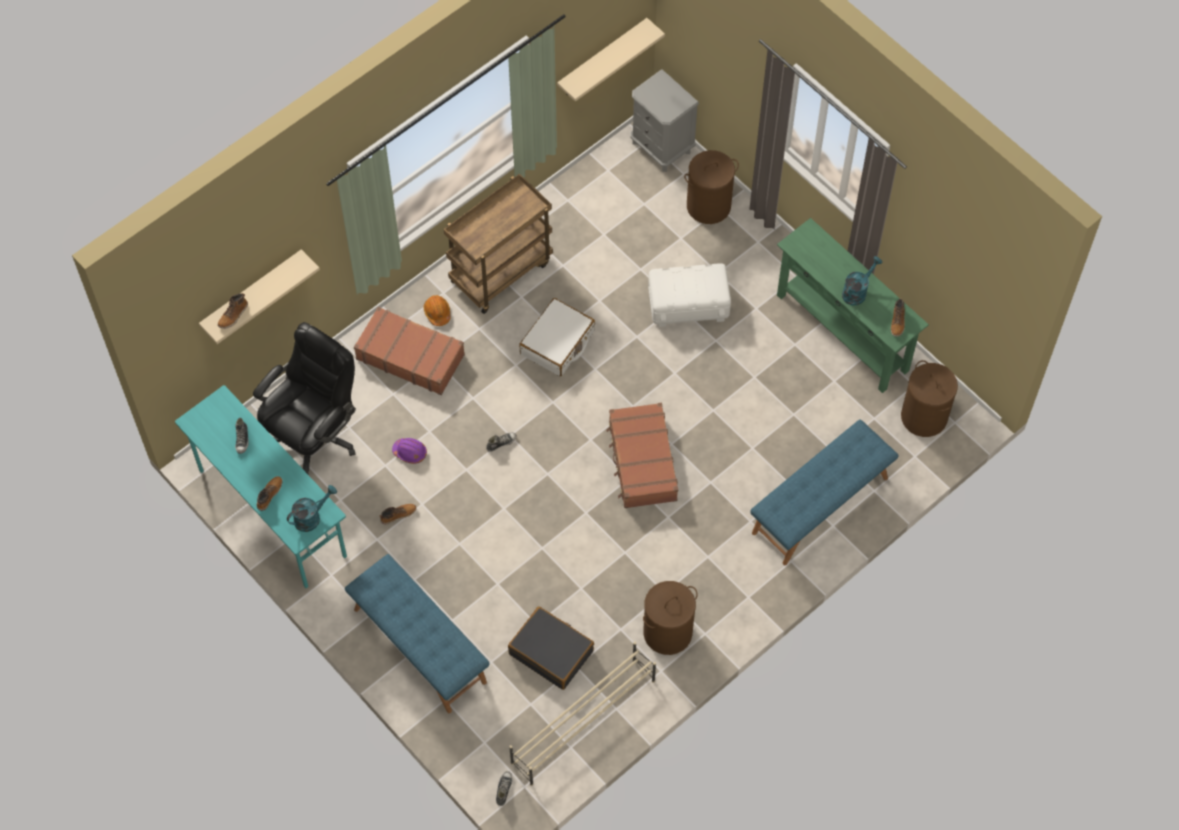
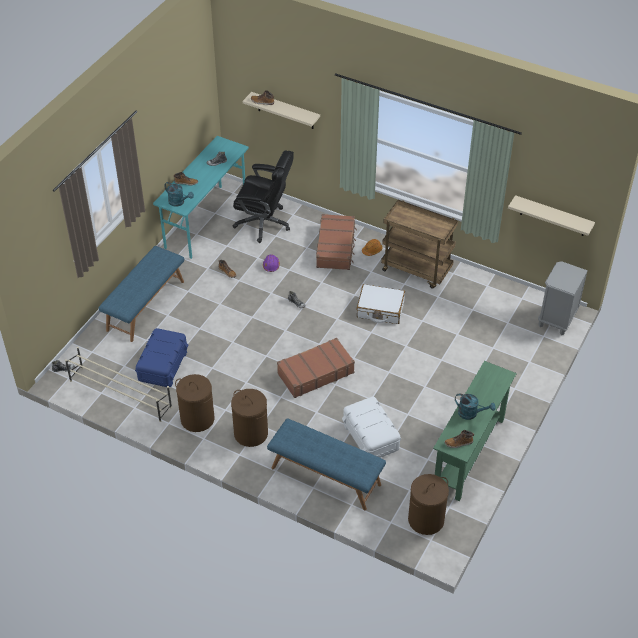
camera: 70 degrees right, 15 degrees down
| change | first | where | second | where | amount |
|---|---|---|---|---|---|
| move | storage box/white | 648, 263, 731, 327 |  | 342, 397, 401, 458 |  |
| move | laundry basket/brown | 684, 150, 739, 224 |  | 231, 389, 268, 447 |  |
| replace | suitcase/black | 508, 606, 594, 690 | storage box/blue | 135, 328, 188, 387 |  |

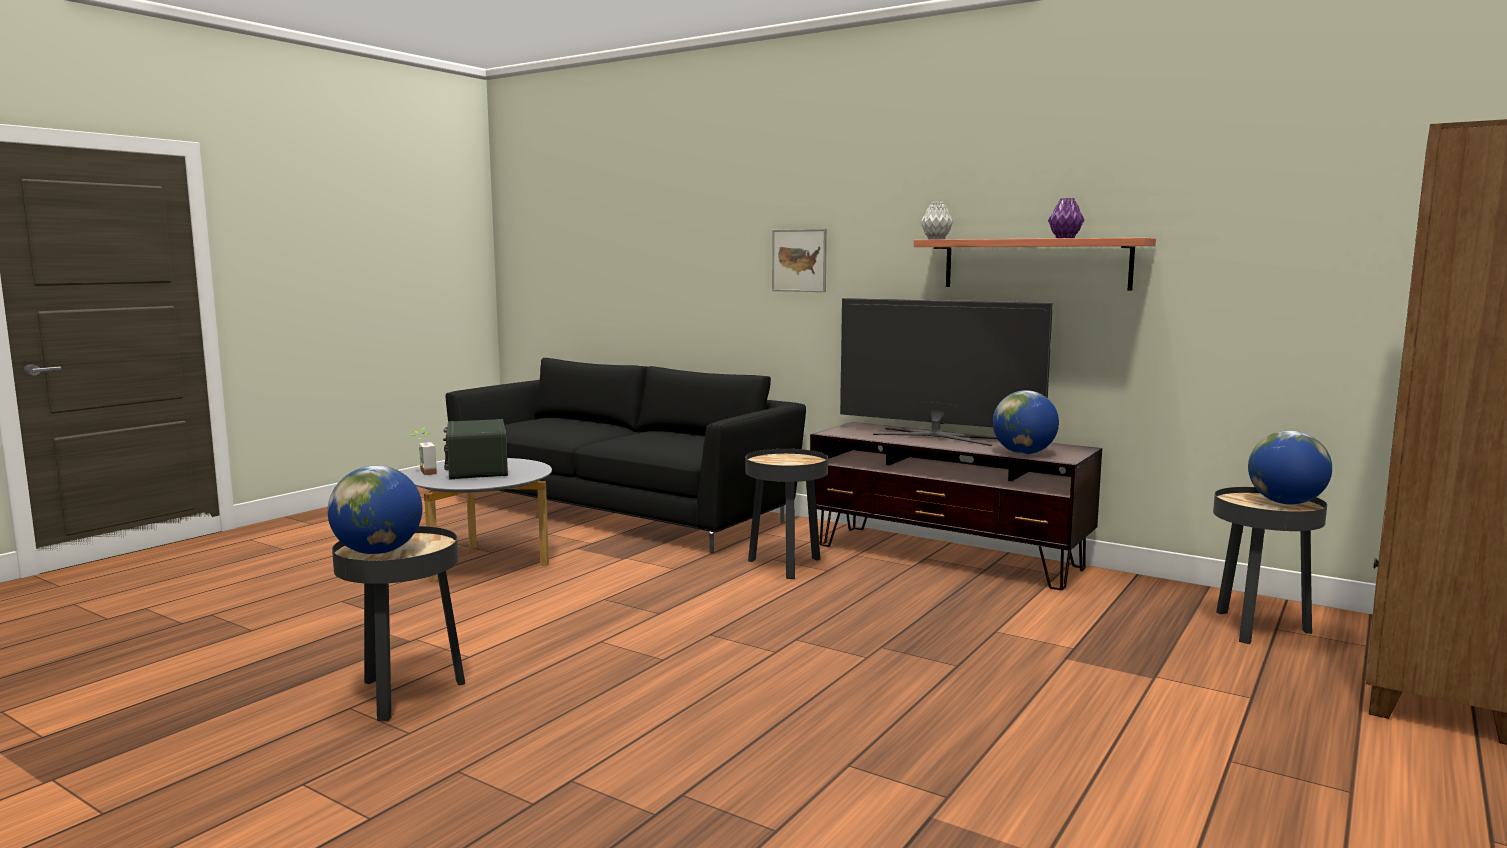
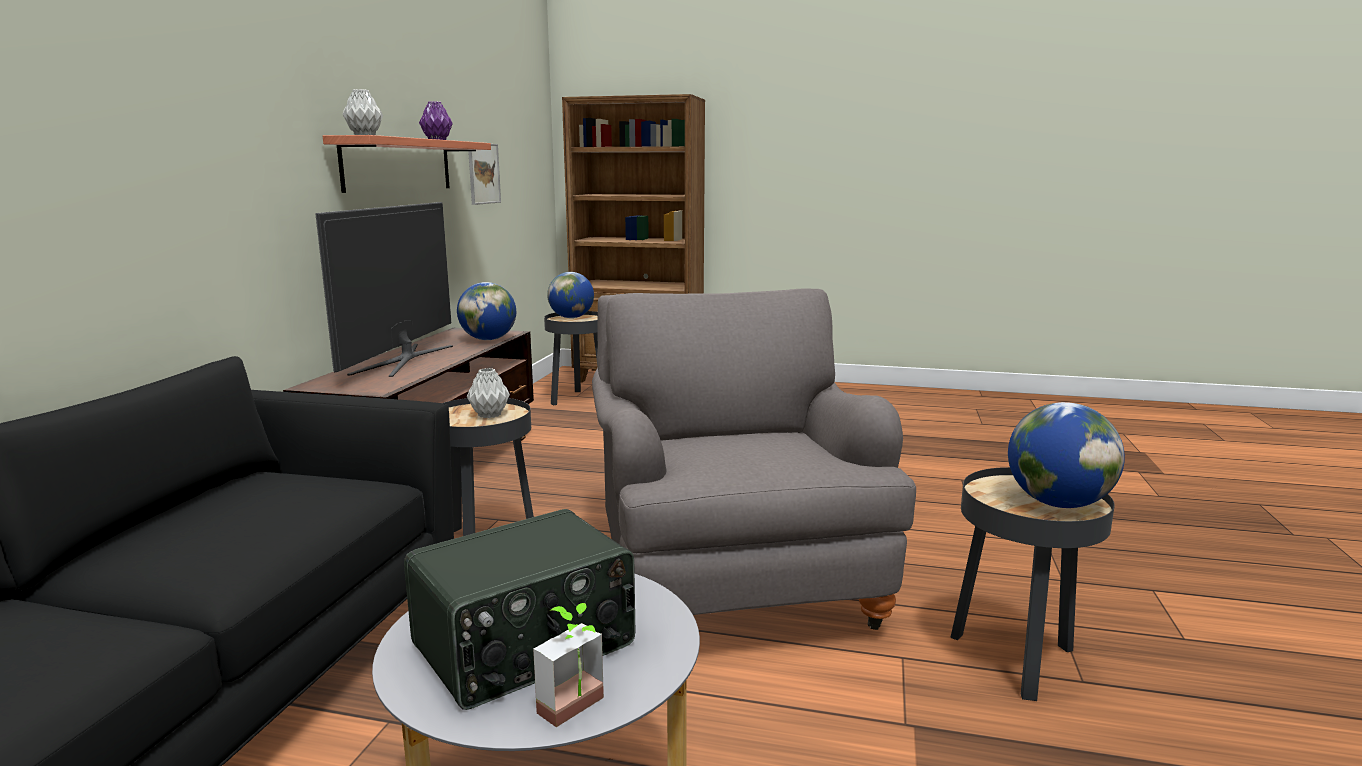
camera: 110 degrees left, 5 degrees up
| change | first | where | second | where | amount |
|---|---|---|---|---|---|
| insert |  |  | vase/grey | 467, 368, 510, 418 |  |
| insert |  |  | armchair/grey | 592, 289, 916, 630 |  |
| move | picture | 772, 229, 827, 292 |  | 468, 144, 501, 205 |  |

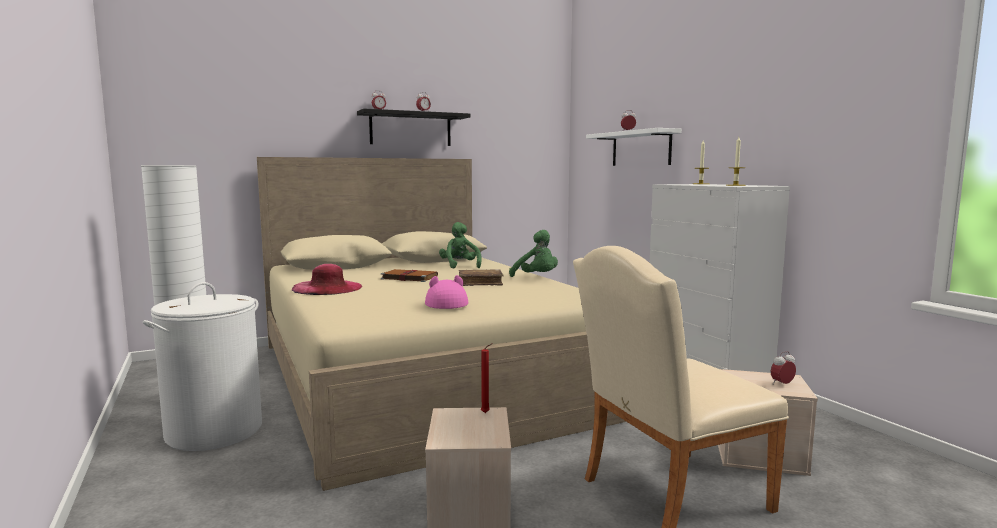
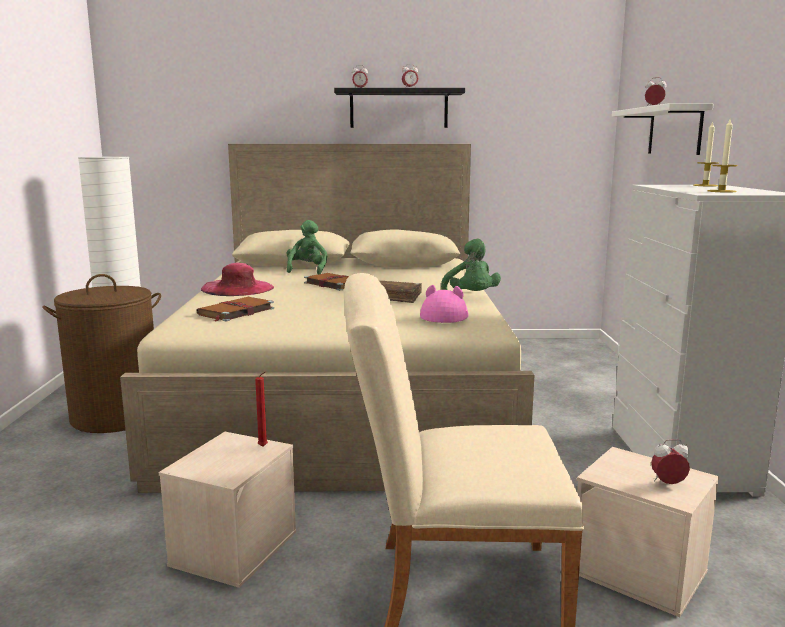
camera: 25 degrees right, 5 degrees up
| change | first | where | second | where | amount |
|---|---|---|---|---|---|
| insert |  |  | book/brown | 196, 297, 274, 322 |  |
| move | hat/pink | 425, 275, 468, 309 |  | 420, 285, 468, 323 |  |
| move | plush toy/green | 439, 222, 482, 269 |  | 286, 220, 327, 274 |  |
| recolor | laundry basket/white | 143, 282, 262, 451 | laundry basket/brown | 42, 274, 161, 433 |  |

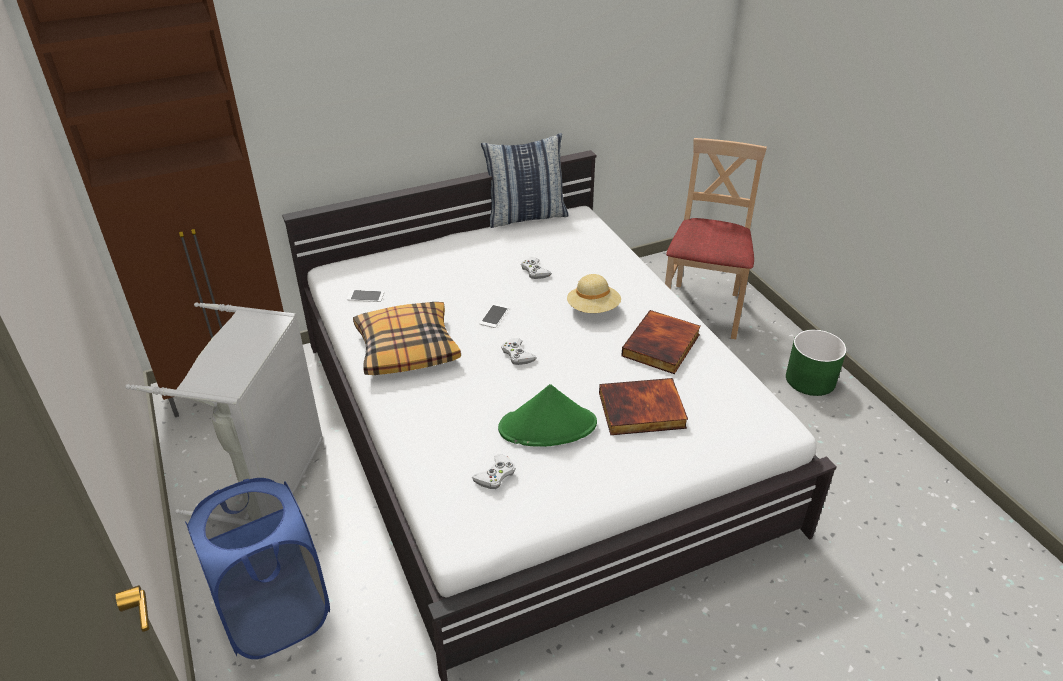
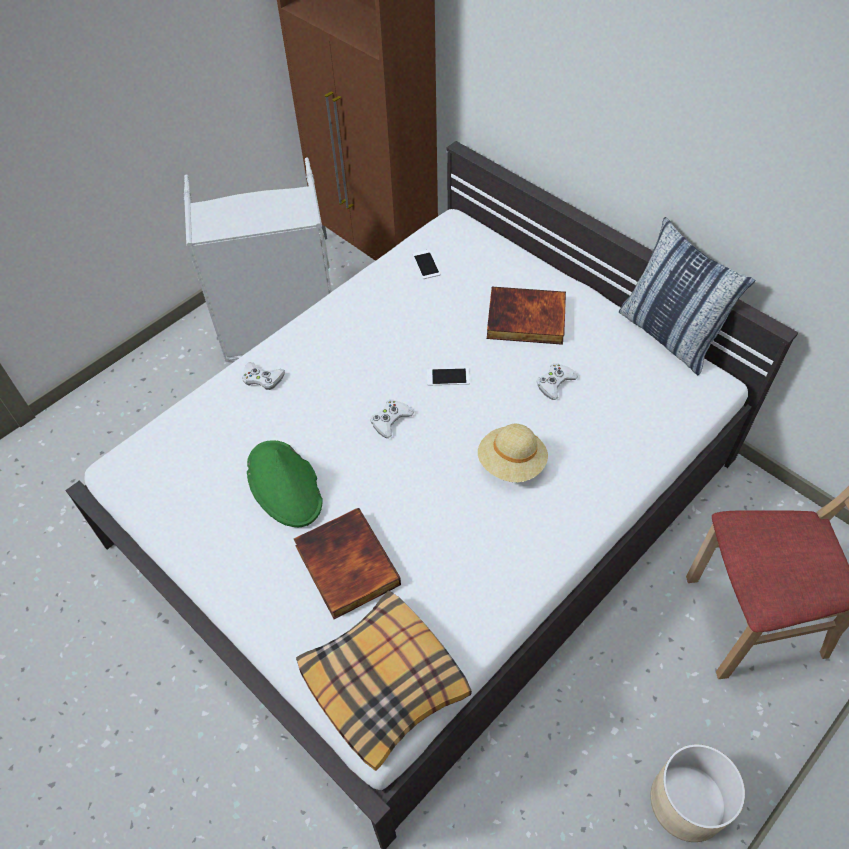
camera: 70 degrees right, 15 degrees up
| change | first | where | second | where | amount |
|---|---|---|---|---|---|
| delete | laundry basket/blue | 185, 478, 330, 659 |  |  |  |
| move | pillow | 353, 302, 461, 375 |  | 296, 591, 472, 771 |  |
| move | game controller/white | 471, 454, 516, 489 |  | 242, 362, 285, 390 |  |
| move | book | 621, 310, 701, 374 |  | 487, 287, 566, 345 |  |
| recolor | planter/green | 786, 330, 847, 396 | planter/beige | 650, 744, 745, 842 |  |

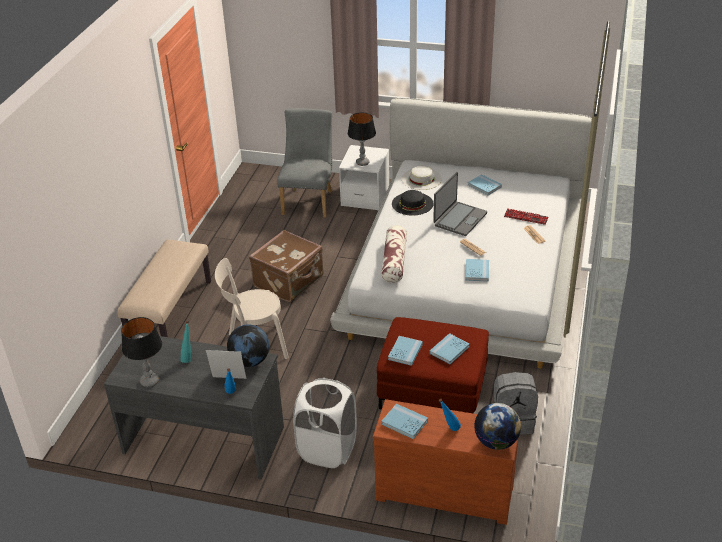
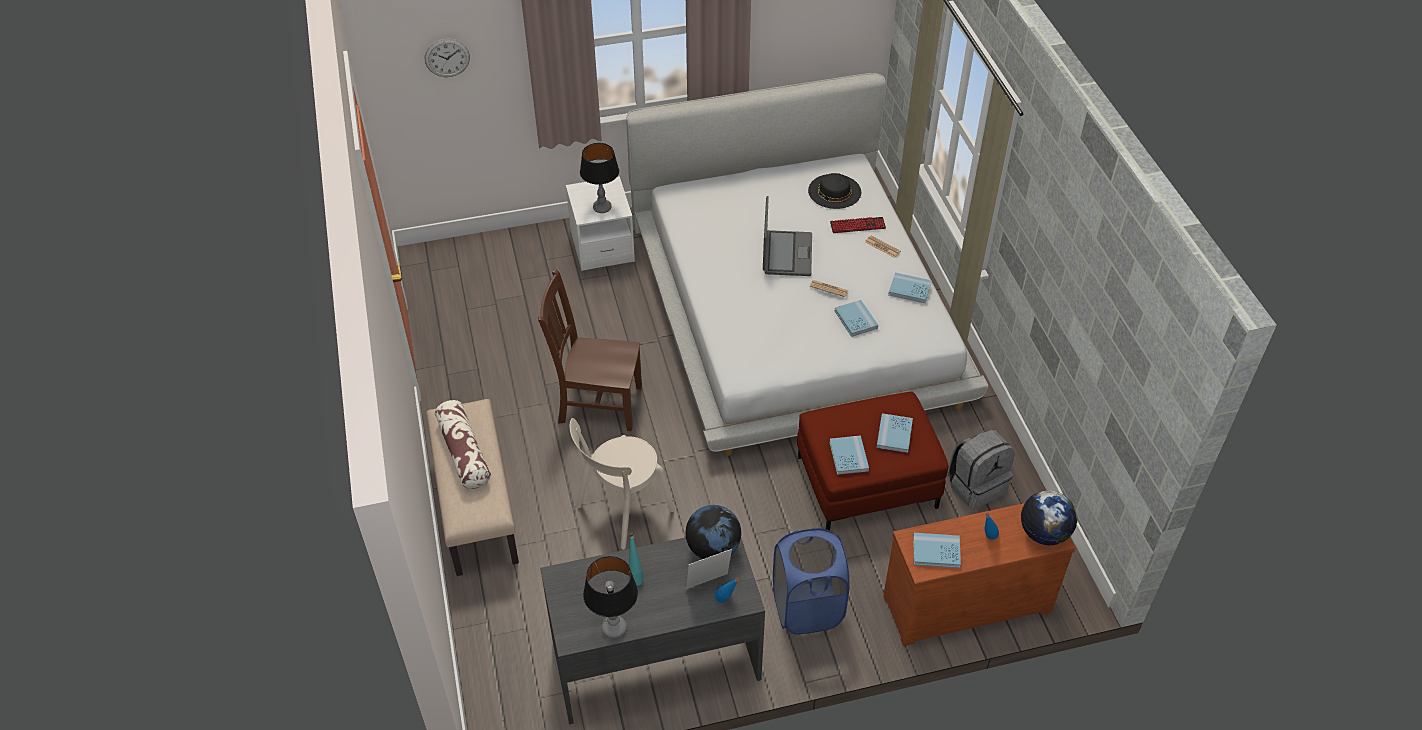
camera: 30 degrees left, 10 degrees up
| change | first | where | second | where | amount |
|---|---|---|---|---|---|
| delete | chair/grey | 277, 108, 333, 218 |  |  |  |
| delete | hat/white | 402, 166, 442, 190 |  |  |  |
| insert |  |  | wall clock | 425, 39, 470, 77 |  |
| move | pillow | 381, 225, 407, 283 |  | 435, 400, 491, 489 |  |
| move | hat/black | 392, 190, 434, 216 |  | 808, 173, 861, 209 |  |
| move | book/blue | 468, 174, 502, 195 |  | 888, 273, 932, 303 |  |
| replace | suitcase/brown | 249, 230, 324, 302 | chair/brown | 538, 269, 642, 431 |  |
| recolor | laundry basket/white | 293, 378, 357, 468 | laundry basket/blue | 773, 528, 850, 635 |  |

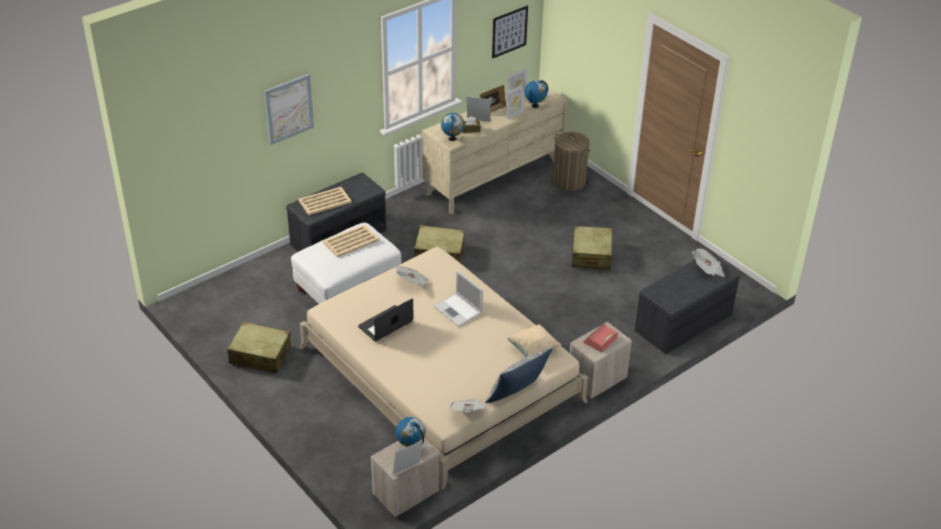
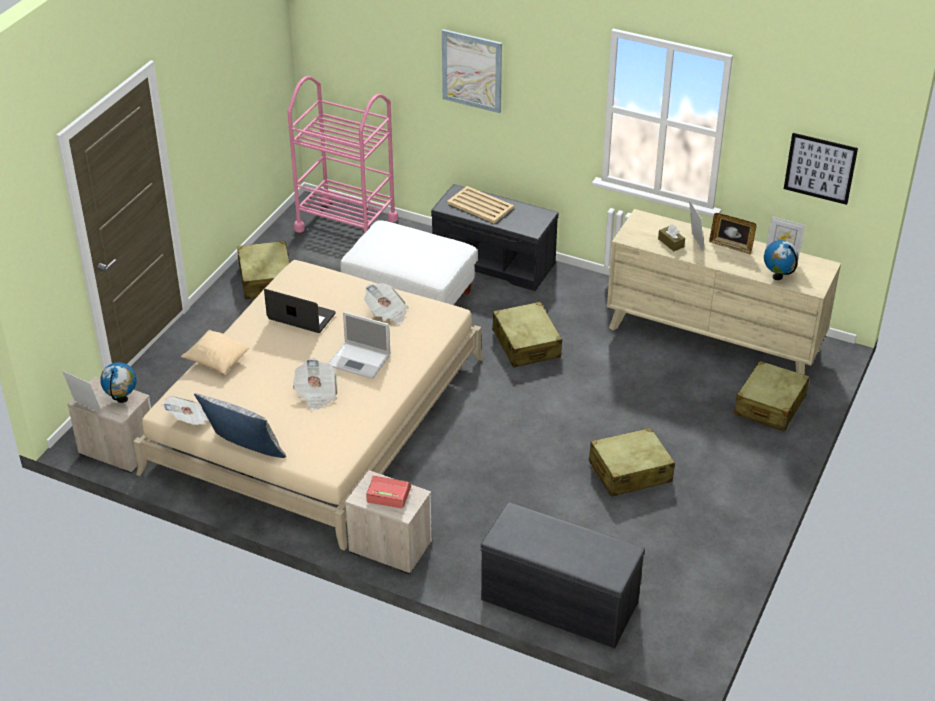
camera: 65 degrees right, 0 degrees up
| change | first | where | second | where | amount |
|---|---|---|---|---|---|
| delete | tray/beige | 323, 224, 379, 257 |  |  |  |
| delete | globe | 441, 113, 465, 141 |  |  |  |
| delete | picture frame | 505, 84, 525, 120 |  |  |  |
| insert |  |  | cart/pink | 288, 76, 398, 233 |  |
| move | pillow/beige | 507, 324, 561, 358 |  | 181, 330, 250, 374 |  |
| move | newspaper | 692, 249, 725, 277 |  | 293, 358, 338, 411 |  |
| replace | laundry basket | 553, 132, 591, 191 | suitcase/beige | 734, 361, 809, 431 |  |
| rotate | laptop | 433, 270, 483, 327 |  | 328, 312, 390, 379 | 90 degrees counterclockwise |

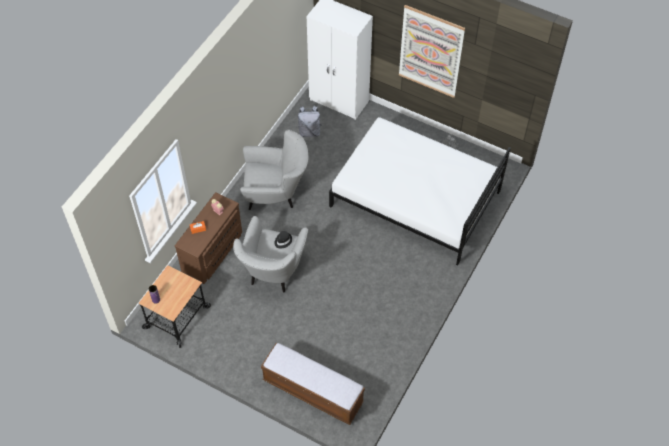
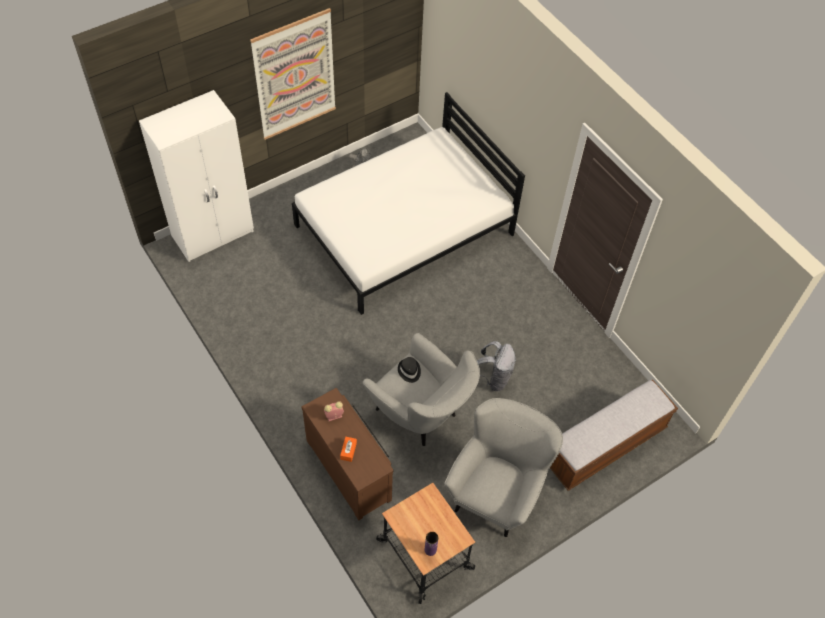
camera: 65 degrees left, 0 degrees up
| change | first | where | second | where | amount |
|---|---|---|---|---|---|
| move | armchair/grey | 240, 130, 308, 210 |  | 444, 398, 563, 537 |  |
| move | backpack/grey | 297, 106, 322, 137 |  | 477, 341, 516, 391 |  |

